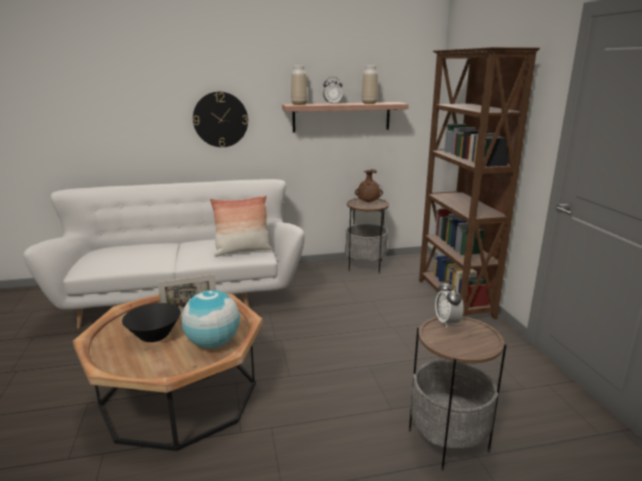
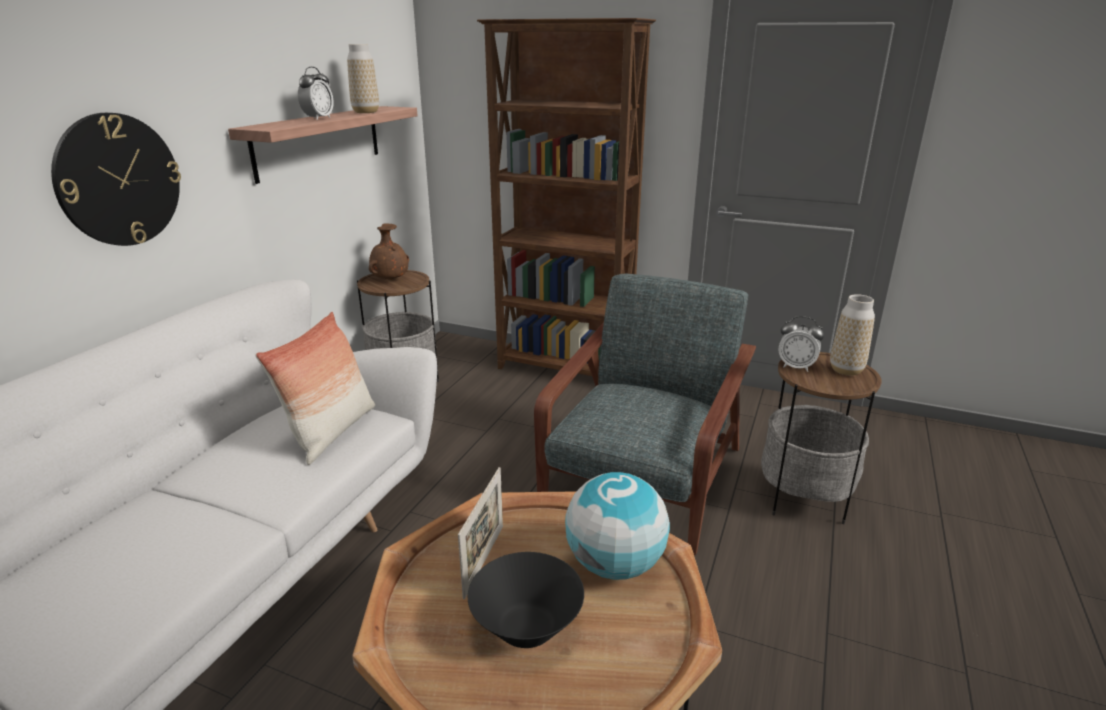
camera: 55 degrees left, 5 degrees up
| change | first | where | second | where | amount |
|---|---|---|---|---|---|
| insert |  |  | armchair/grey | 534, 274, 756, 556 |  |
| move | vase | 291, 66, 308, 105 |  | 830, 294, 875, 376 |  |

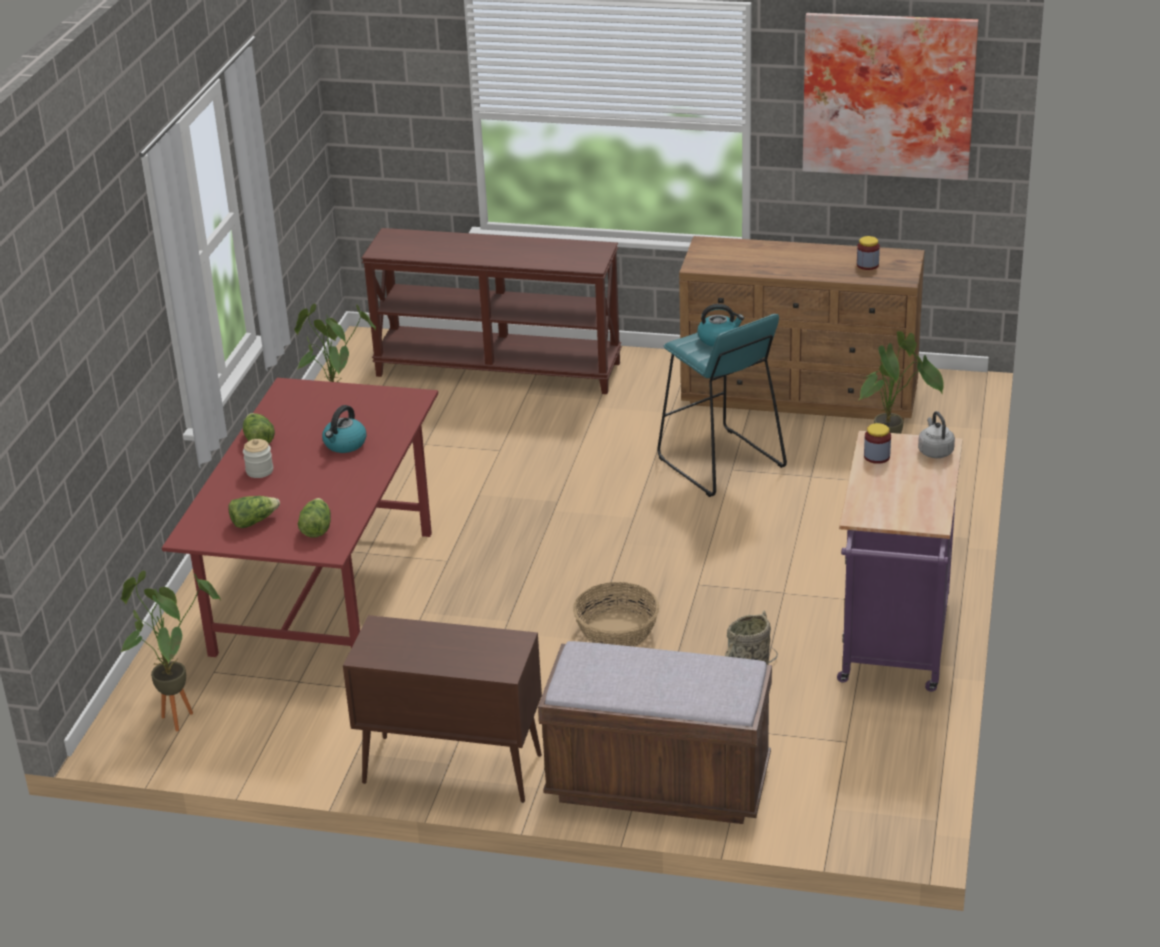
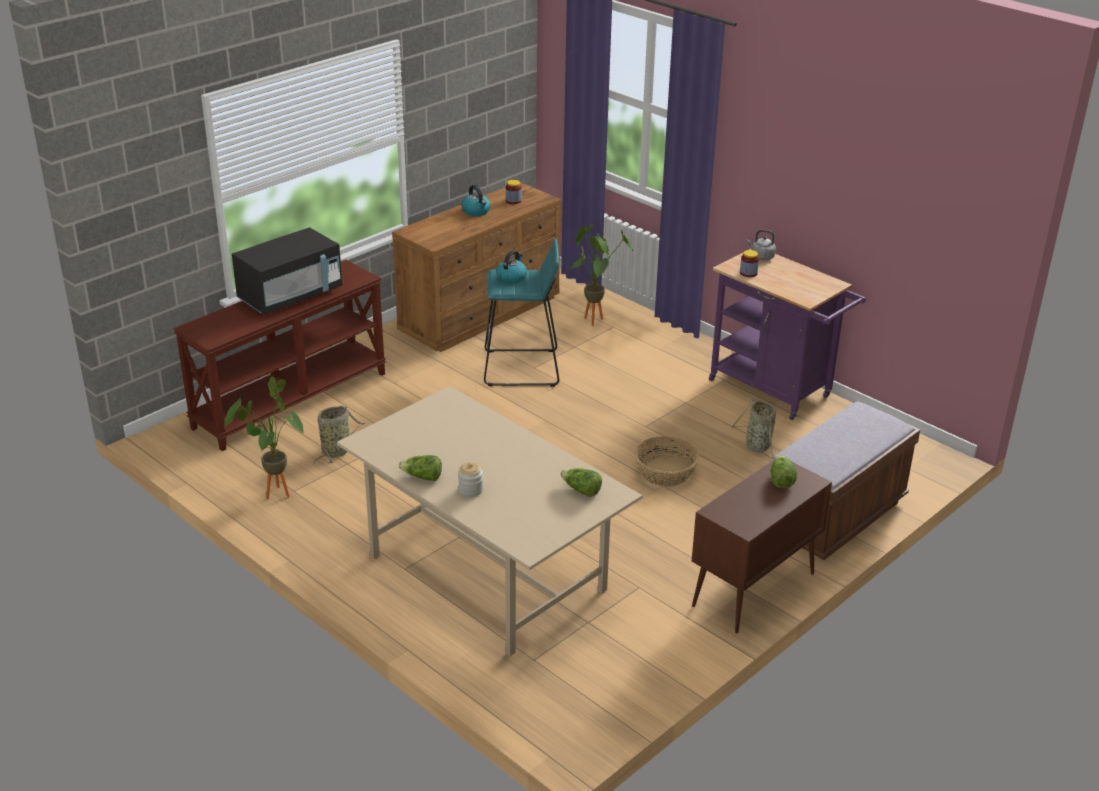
camera: 60 degrees left, 0 degrees up
| change | first | where | second | where | amount |
|---|---|---|---|---|---|
| delete | potted plant | 120, 571, 221, 731 |  |  |  |
| delete | picture | 803, 13, 979, 180 |  |  |  |
| insert |  |  | microwave/black | 232, 227, 342, 315 |  |
| insert |  |  | basket | 314, 406, 365, 464 |  |
| move | lettuce | 229, 496, 280, 528 |  | 770, 455, 797, 488 |  |
| move | kettle | 322, 405, 367, 453 |  | 462, 185, 491, 216 |  |
| recolor | dining table/red | 162, 378, 438, 657 | dining table/beige | 337, 386, 643, 656 |  |

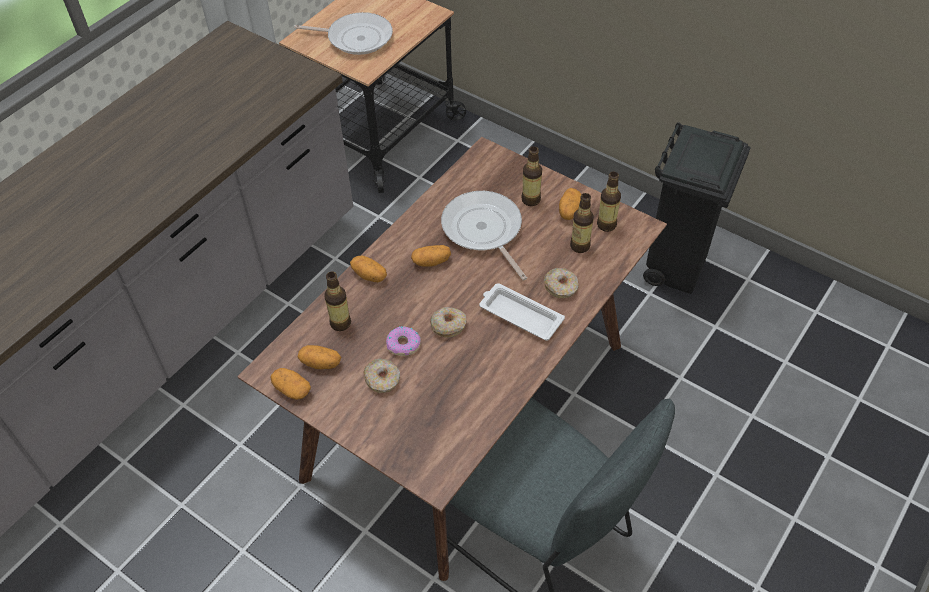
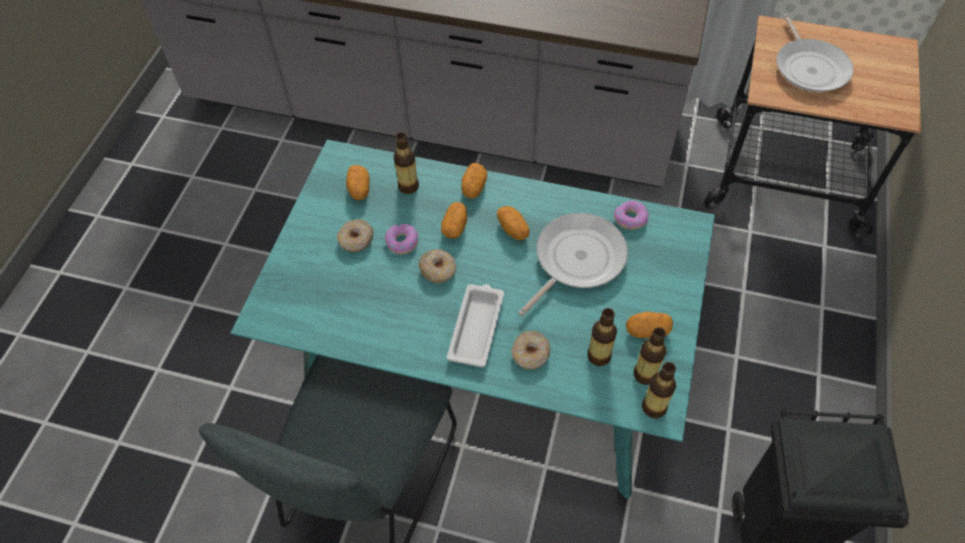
camera: 70 degrees right, 5 degrees up
| change | first | where | second | where | amount |
|---|---|---|---|---|---|
| insert |  |  | donut | 614, 201, 649, 230 |  |
| move | potato | 270, 368, 311, 400 |  | 441, 202, 467, 238 |  |
| move | bottle | 521, 147, 542, 206 |  | 642, 362, 676, 418 |  |
| recolor | dining table/brown | 237, 137, 667, 581 | dining table/turquoise | 231, 140, 715, 498 |  |

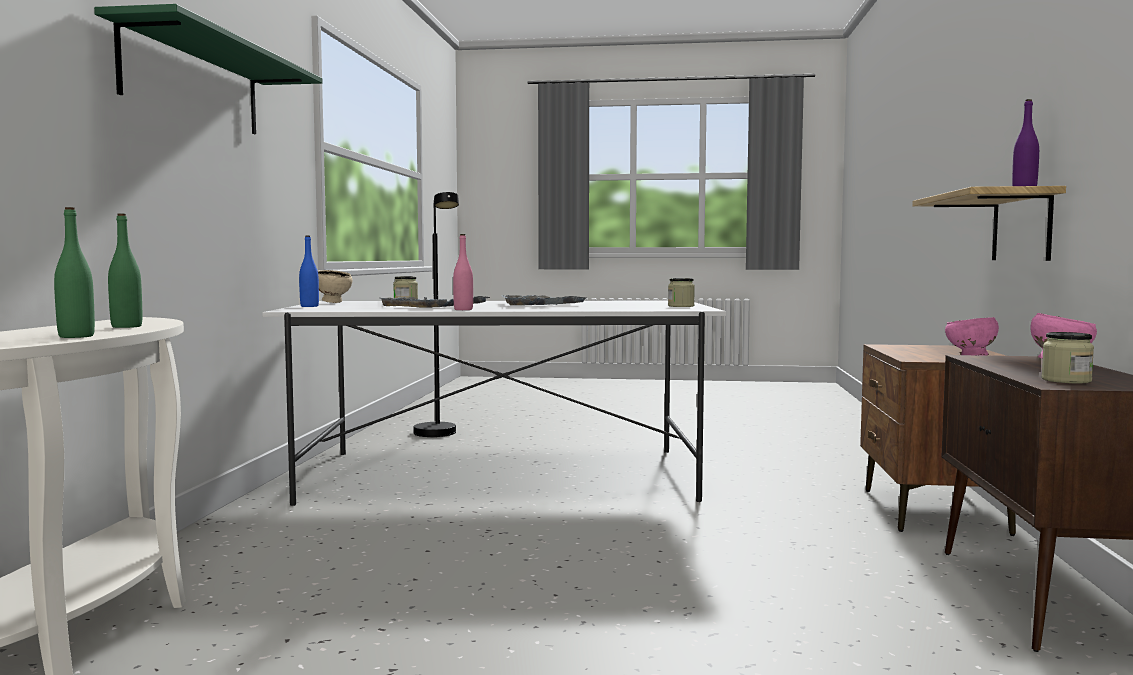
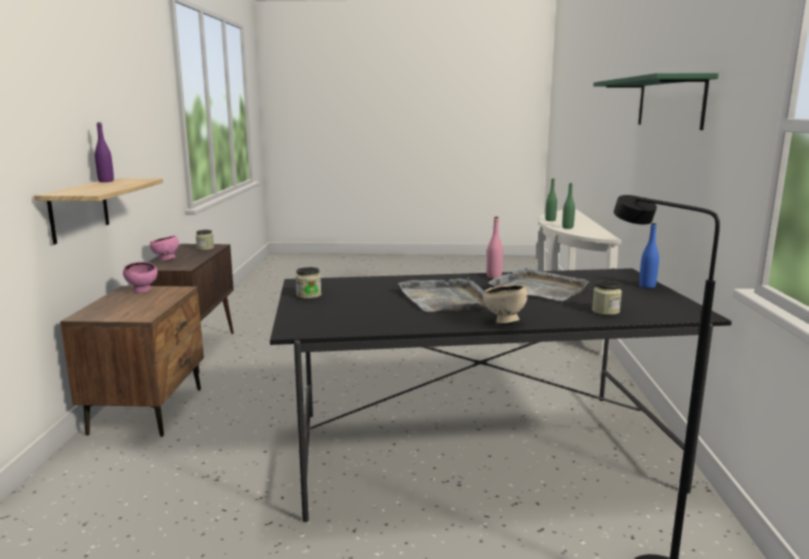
camera: 175 degrees right, 10 degrees up
| change | first | where | second | where | amount |
|---|---|---|---|---|---|
| move | bowl/beige | 318, 270, 353, 303 |  | 483, 284, 527, 323 |  |
| recolor | dining table/white | 262, 301, 726, 506 | dining table/black | 270, 268, 732, 522 |  |

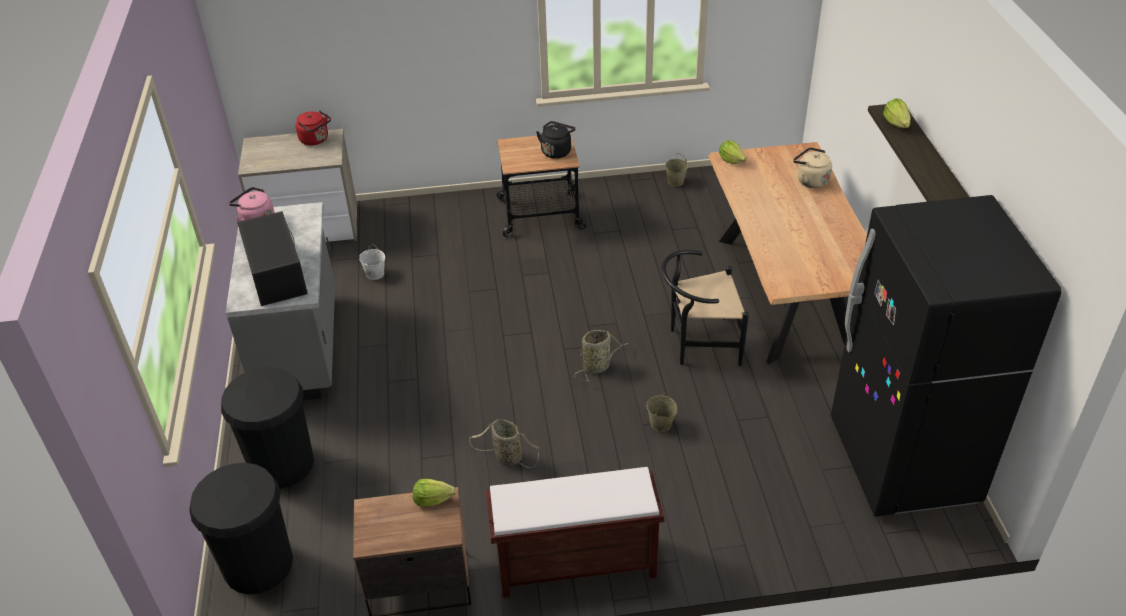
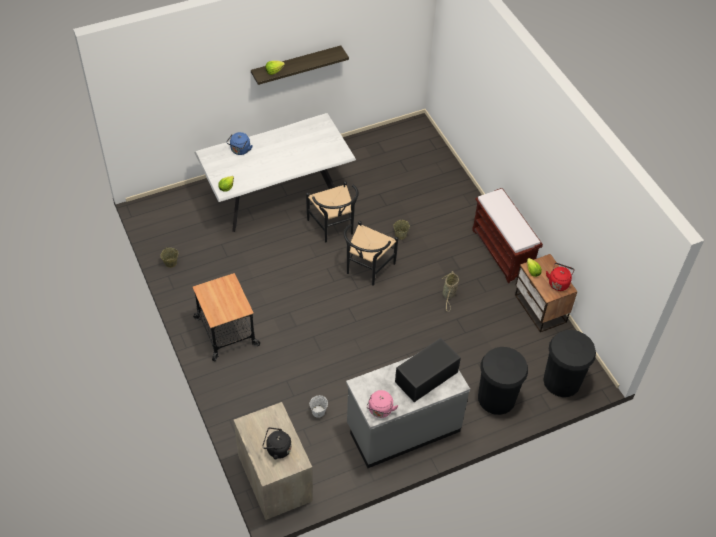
camera: 110 degrees left, 10 degrees up
| change | first | where | second | where | amount |
|---|---|---|---|---|---|
| delete | fridge/black | 831, 195, 1062, 517 |  |  |  |
| move | kettle/red | 295, 110, 331, 145 |  | 546, 263, 575, 291 |  |
| move | kettle/black | 536, 121, 575, 159 |  | 263, 427, 291, 459 |  |
| replace | basket | 574, 330, 629, 381 | chair/black | 344, 221, 398, 286 |  |
| recolor | dining table/brown | 708, 142, 867, 365 | dining table/white | 195, 113, 356, 232 |  |
| recolor | kettle/beige | 793, 147, 832, 188 | kettle/blue | 226, 132, 253, 155 |  |

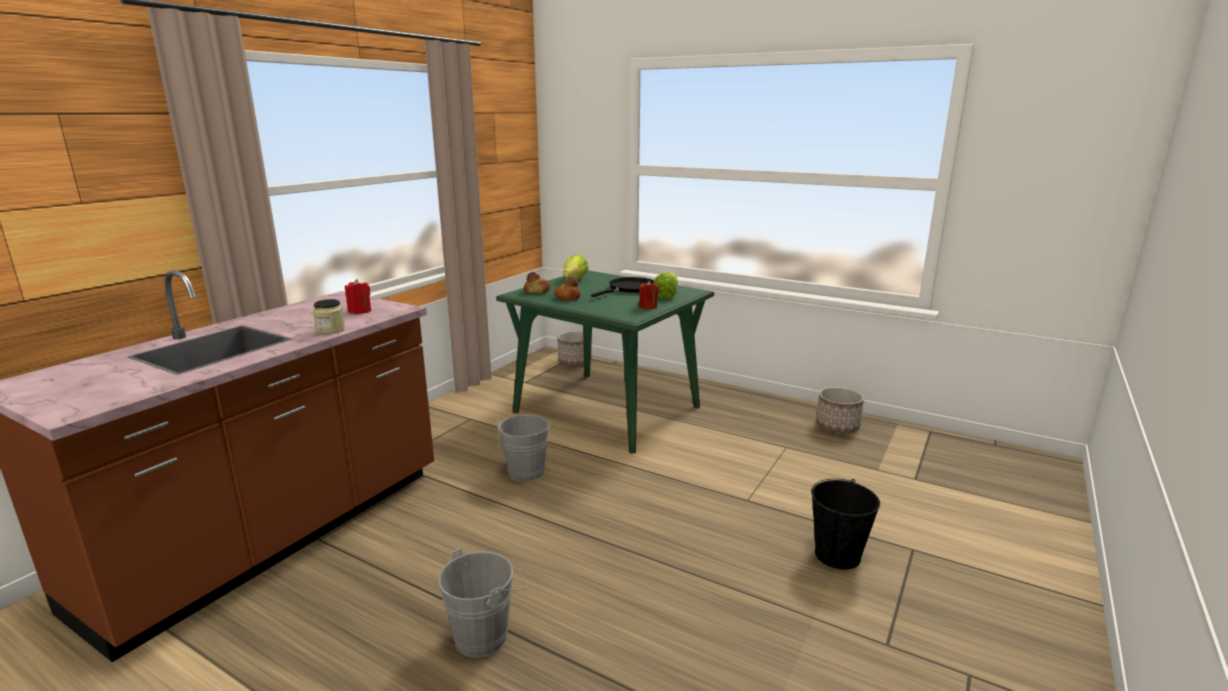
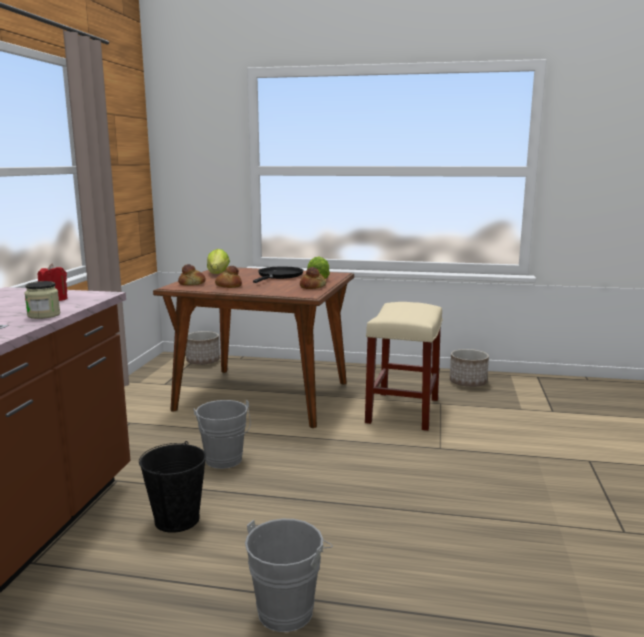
camera: 20 degrees left, 5 degrees down
| change | first | where | second | where | amount |
|---|---|---|---|---|---|
| insert |  |  | stool/beige | 365, 302, 443, 431 |  |
| move | bucket/black | 811, 479, 880, 569 |  | 139, 441, 206, 533 |  |
| replace | candle/red | 639, 281, 659, 309 | bread | 300, 267, 326, 289 |  |
| recolor | dining table/green | 496, 270, 714, 454 | dining table/brown | 153, 267, 354, 428 |  |

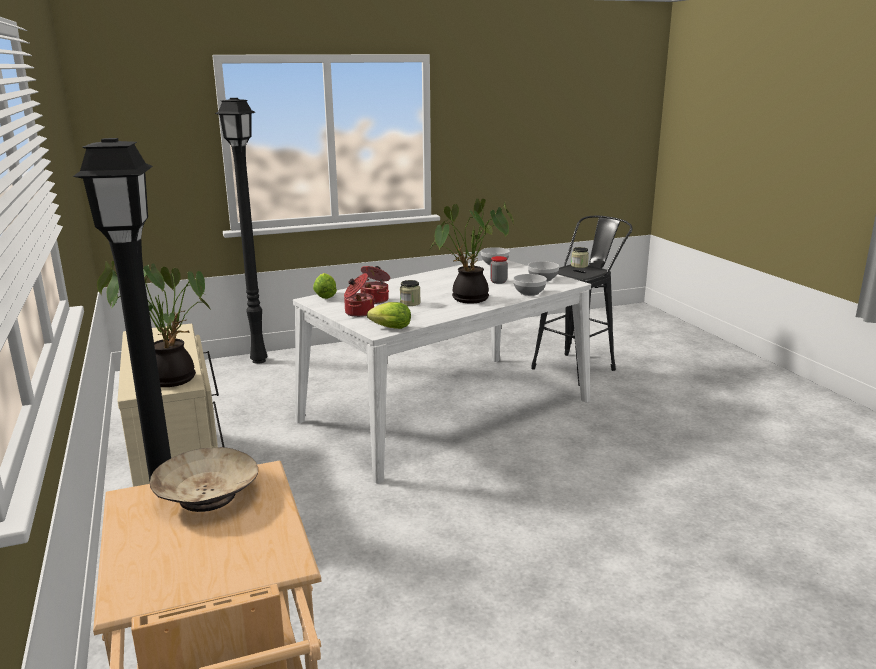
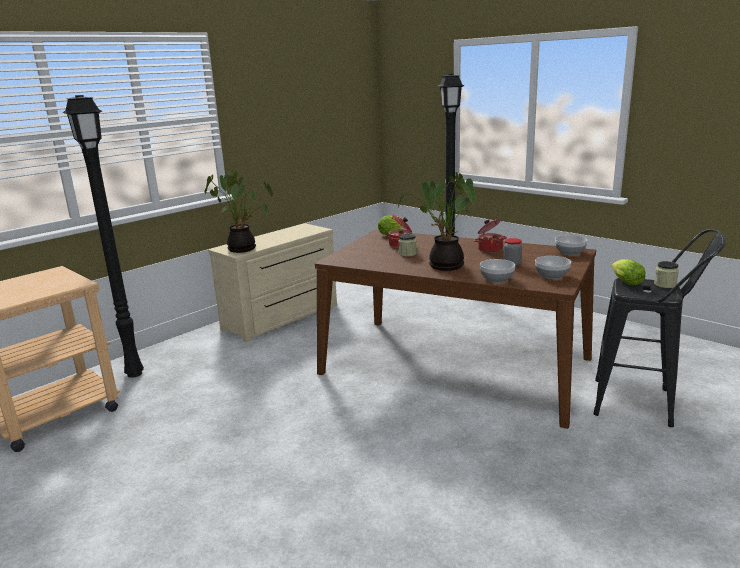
camera: 65 degrees right, 0 degrees up
| change | first | where | second | where | amount |
|---|---|---|---|---|---|
| delete | bowl/beige | 150, 447, 258, 512 |  |  |  |
| move | cooking pot | 344, 273, 375, 317 |  | 474, 218, 507, 253 |  |
| move | lettuce | 367, 302, 411, 329 |  | 612, 259, 645, 286 |  |
| recolor | dining table/white | 293, 260, 591, 484 | dining table/brown | 315, 230, 596, 429 |  |

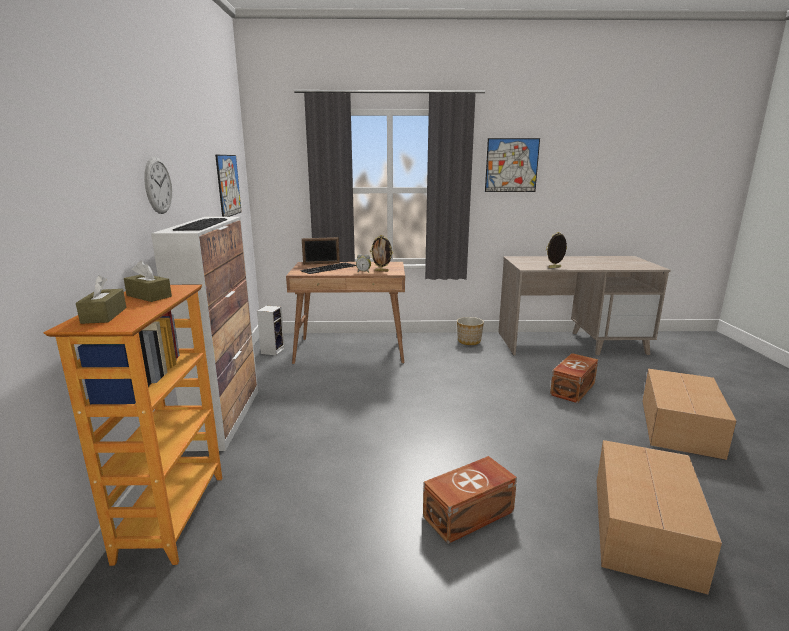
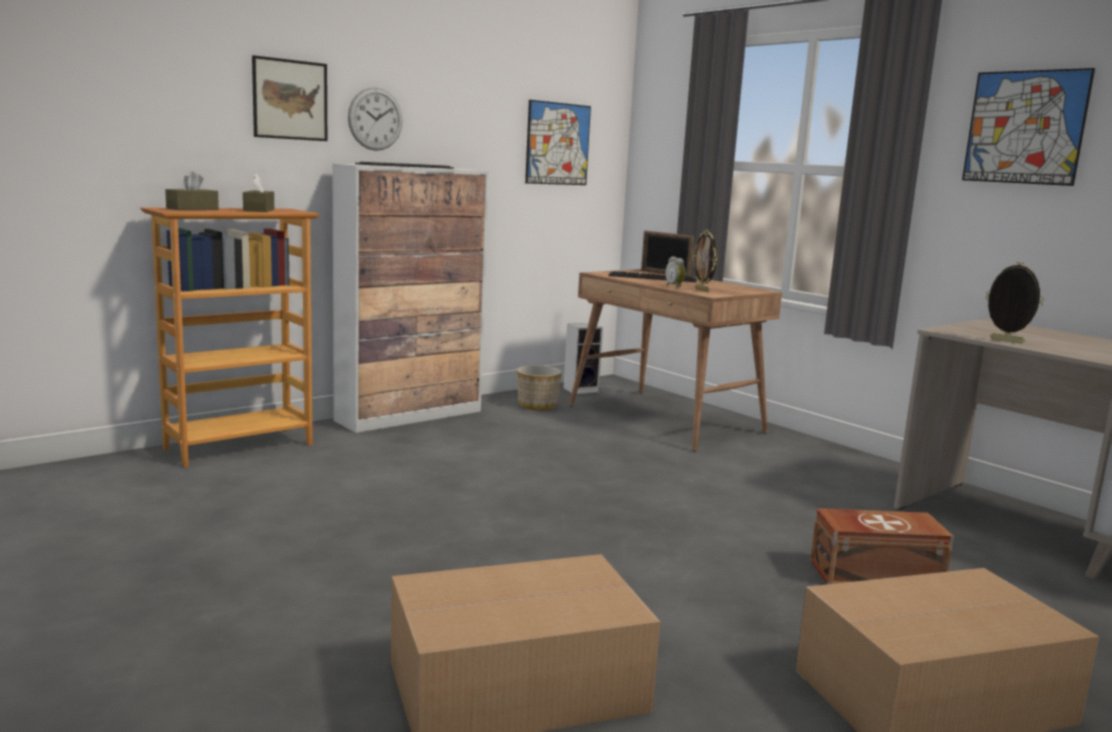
camera: 50 degrees right, 5 degrees down
| change | first | where | second | where | amount |
|---|---|---|---|---|---|
| delete | storage box/brown | 423, 456, 517, 544 |  |  |  |
| insert |  |  | picture | 252, 55, 327, 141 |  |
| move | planter | 457, 317, 484, 345 |  | 517, 365, 562, 411 |  |

